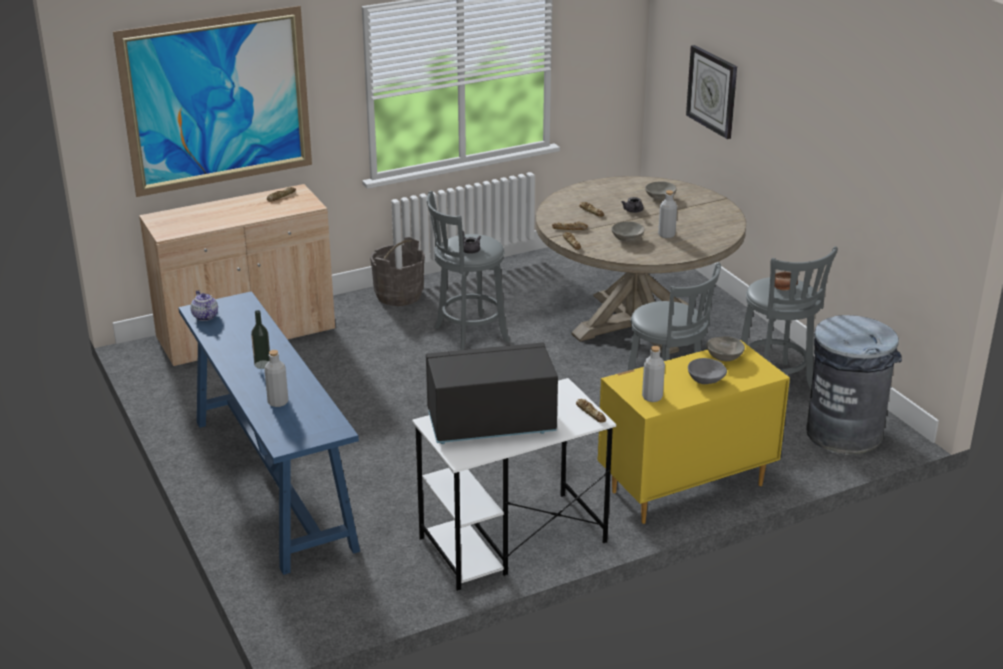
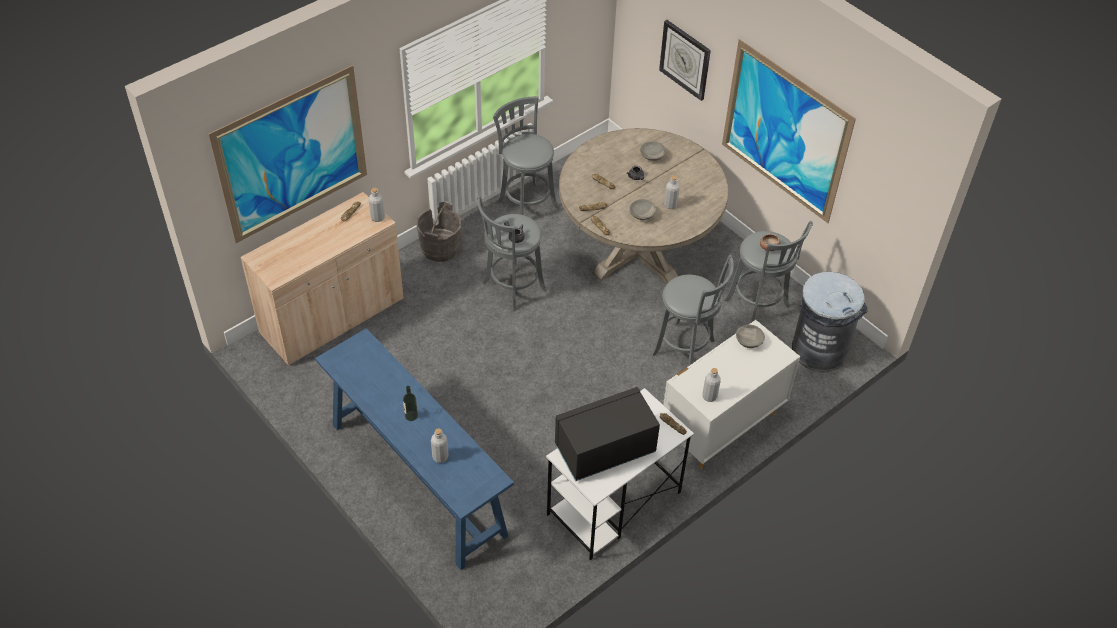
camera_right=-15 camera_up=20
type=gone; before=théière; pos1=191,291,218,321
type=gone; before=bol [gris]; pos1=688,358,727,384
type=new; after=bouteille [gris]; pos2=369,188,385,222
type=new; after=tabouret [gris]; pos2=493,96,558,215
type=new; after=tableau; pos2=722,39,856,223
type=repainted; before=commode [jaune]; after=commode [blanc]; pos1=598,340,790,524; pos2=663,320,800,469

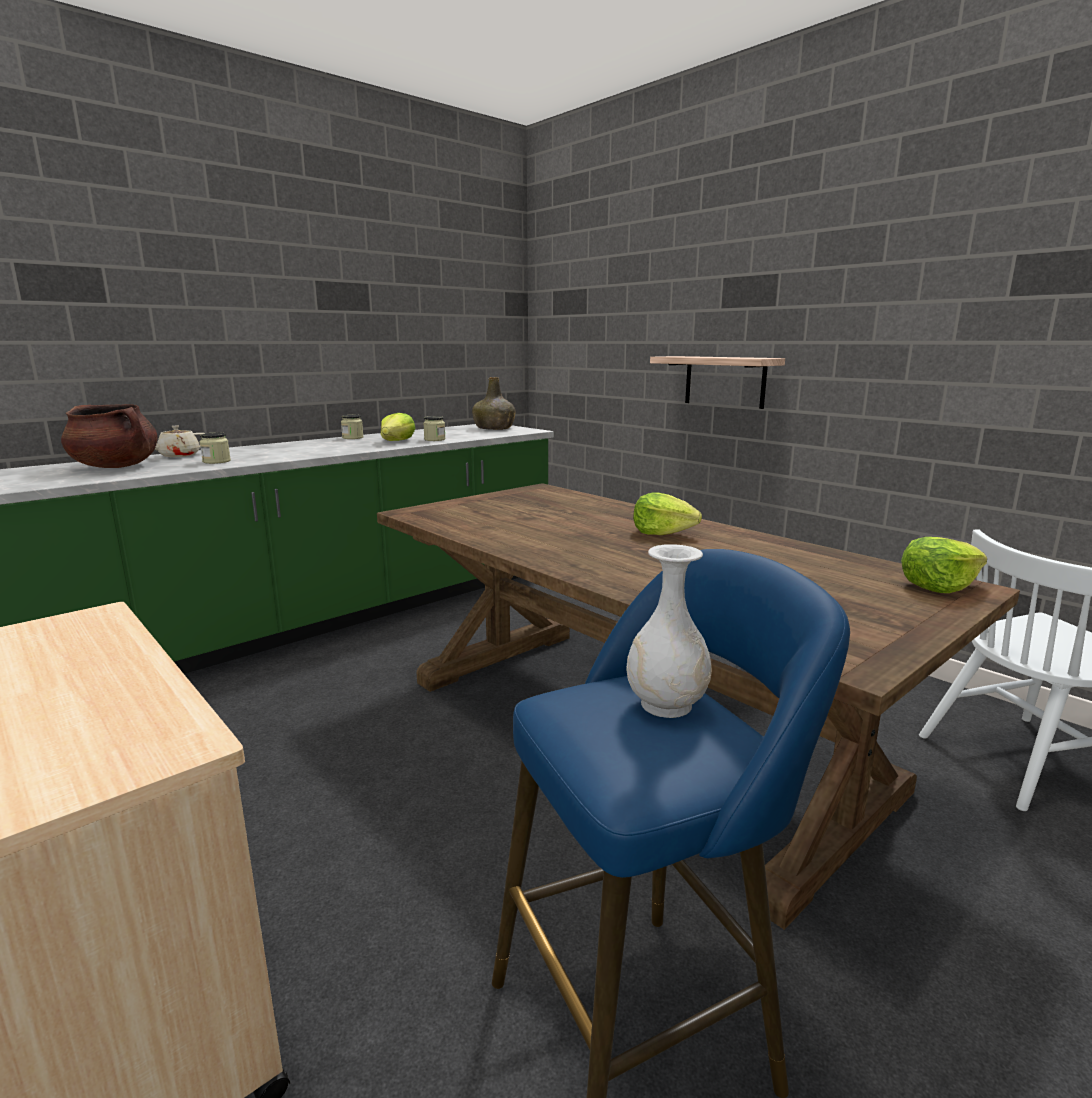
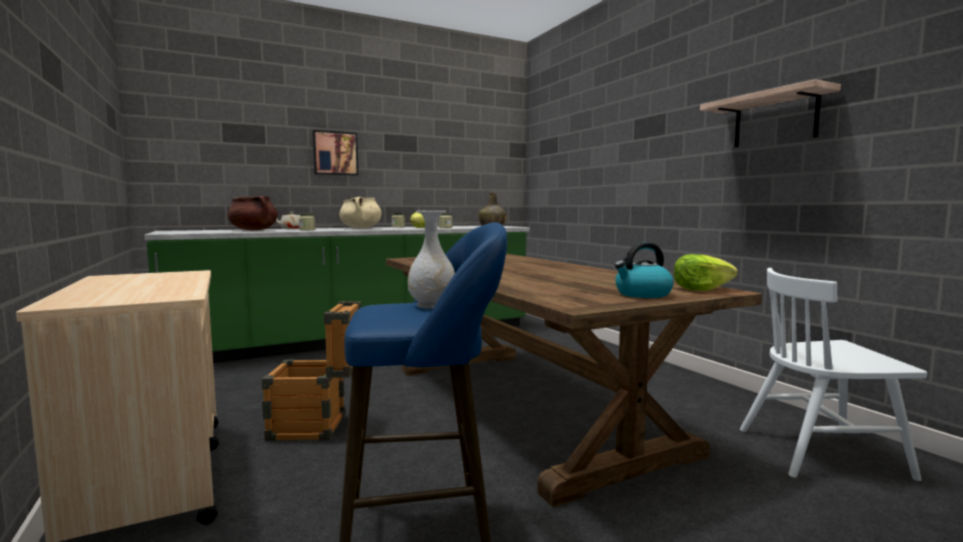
camera_right=15 camera_up=-10
type=gone; before=laitue; pos1=633,493,702,535
type=new; after=caisse; pos2=261,301,361,441
type=new; after=tableau; pos2=313,130,358,176
type=new; after=marmite [beige]; pos2=339,197,382,228
type=new; after=bouilloire; pos2=615,242,674,298
type=shifted; before=étagère; pos1=650,356,785,409; pos2=700,79,841,147

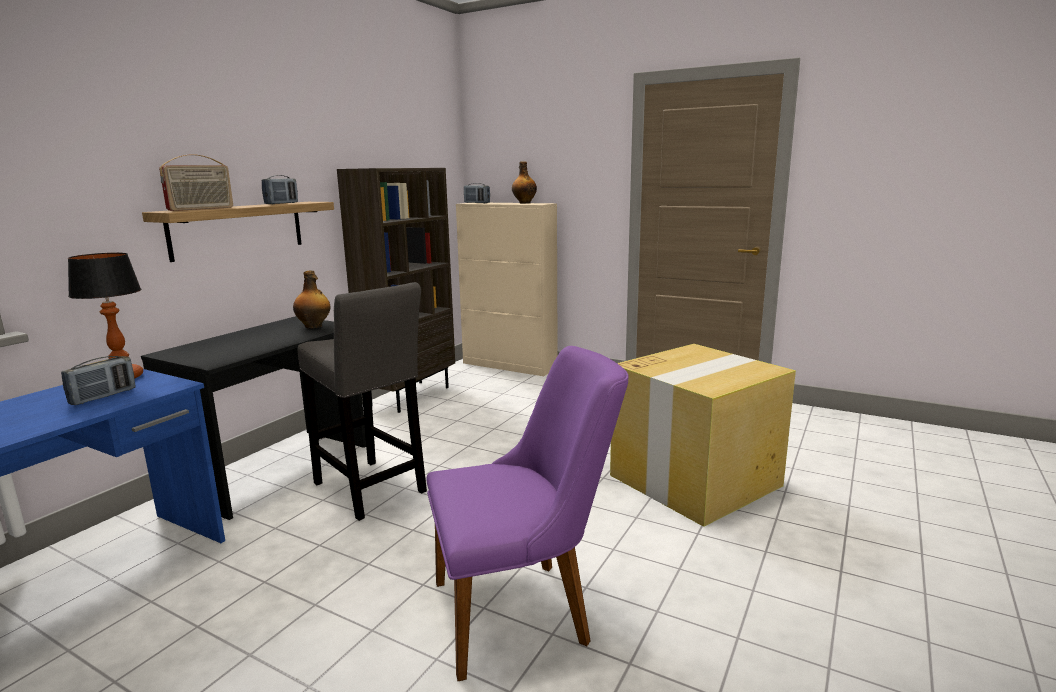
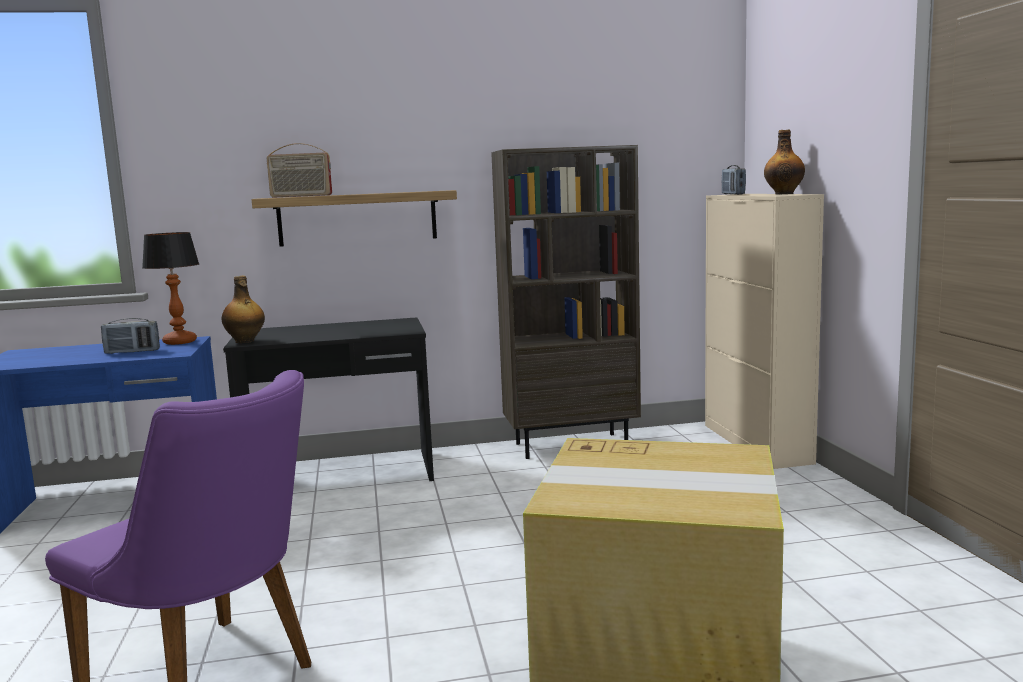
camera_right=50 camera_up=-5
type=gone; before=radio; pos1=261,175,298,204
type=gone; before=tabouret [gris]; pos1=298,282,427,521
type=shifted; before=bouteille; pos1=293,271,331,328; pos2=222,276,265,343

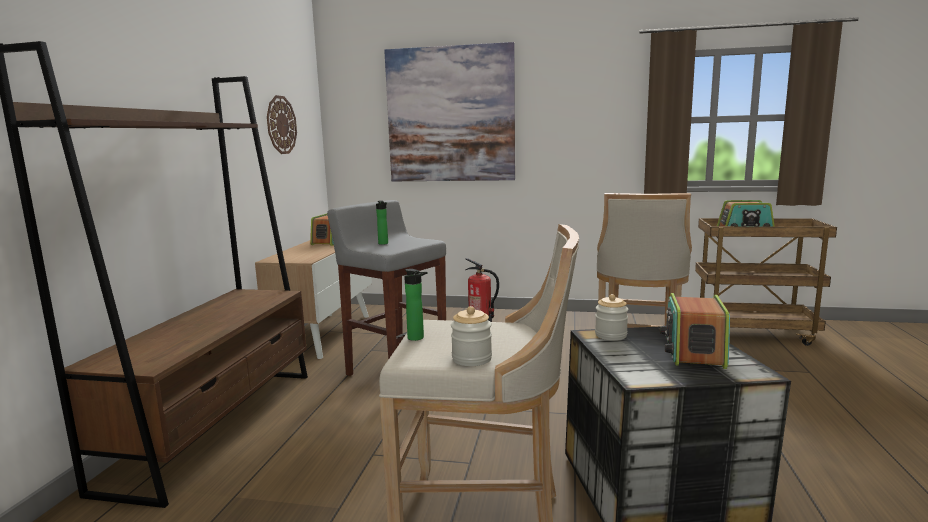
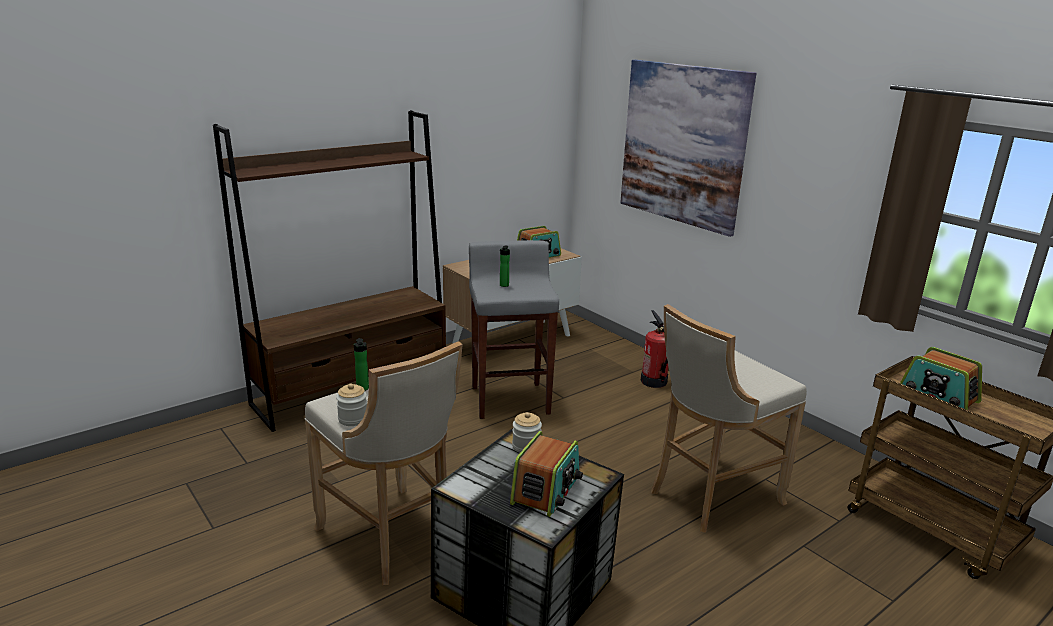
camera_right=40 camera_up=10
type=gone; before=horloge murale; pos1=267,95,297,154
type=rotated; before=radio; pos1=660,293,730,369; pos2=510,431,583,517; turn=150

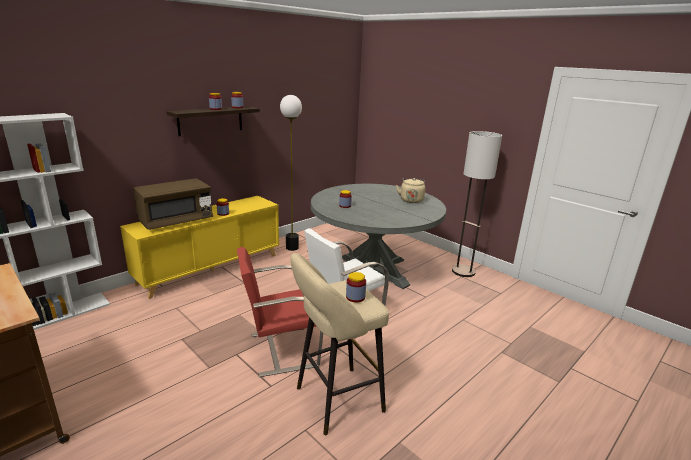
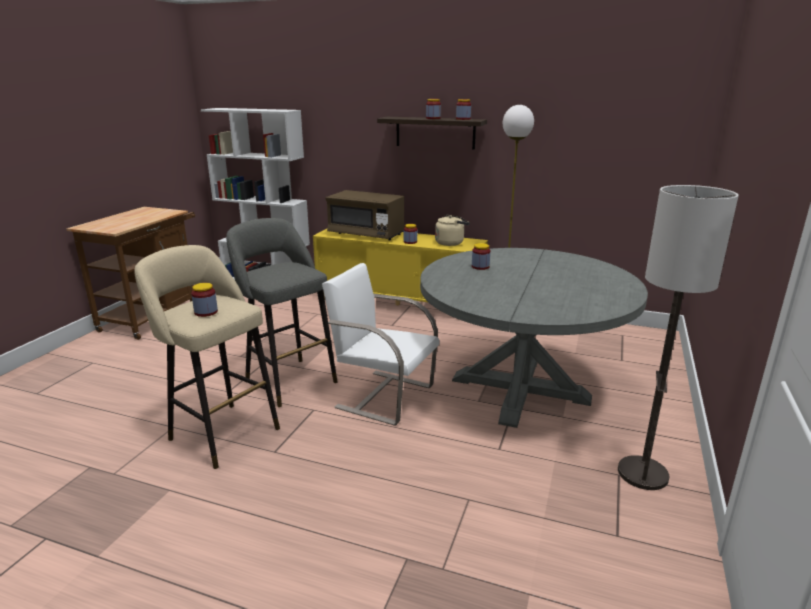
camera_right=65 camera_up=0
type=shifted; before=bouilloire [beige]; pos1=396,178,425,203; pos2=435,214,470,246
type=swapped; before=chaise [rouge]; after=tabouret [gris]; pos1=237,247,323,377; pos2=226,218,337,407

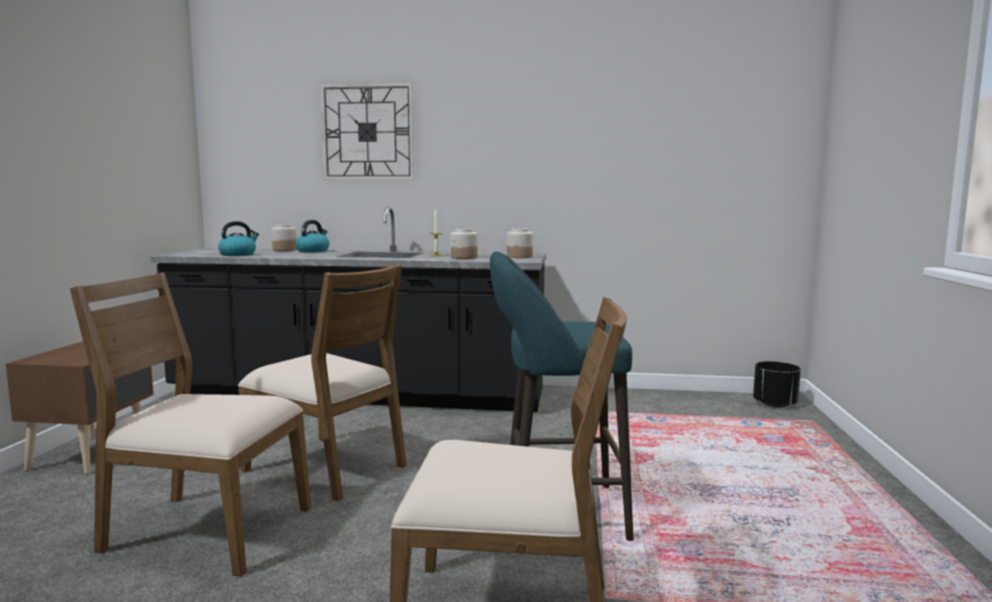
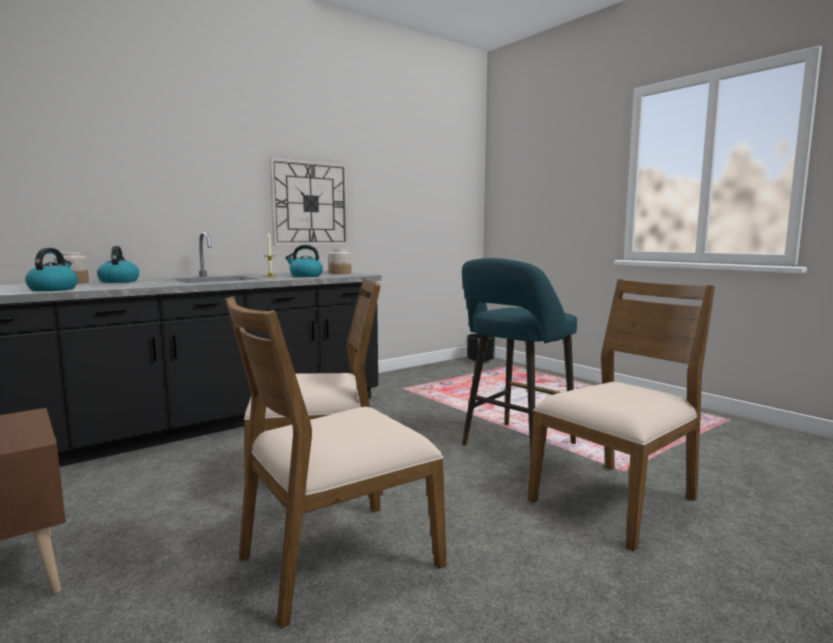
camera_right=-45 camera_up=0
type=shifted; before=horloge murale; pos1=320,83,414,180; pos2=269,157,348,246
type=swapped; before=bocal; after=bouilloire; pos1=451,228,477,259; pos2=285,245,323,277

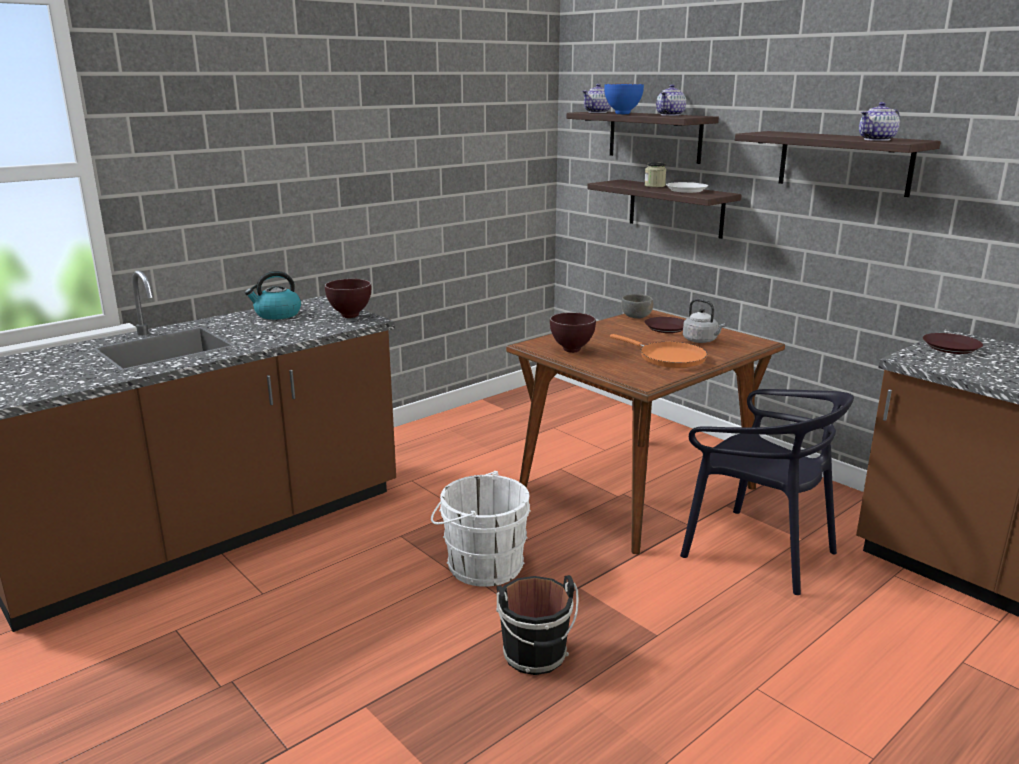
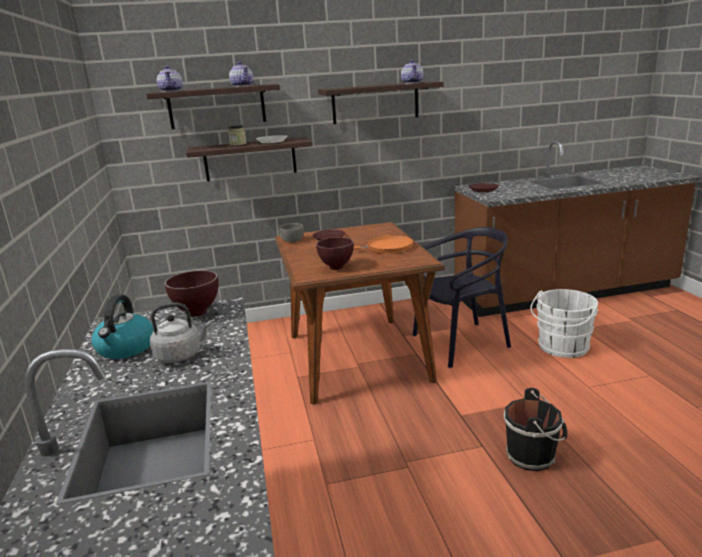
camera_right=-60 camera_up=0
type=gone; before=bol [bleu]; pos1=604,84,644,114
type=shifted; before=seau [blanc]; pos1=431,471,531,587; pos2=530,289,598,358
type=shifted; before=bouilloire [gris]; pos1=683,299,726,343; pos2=150,303,212,363

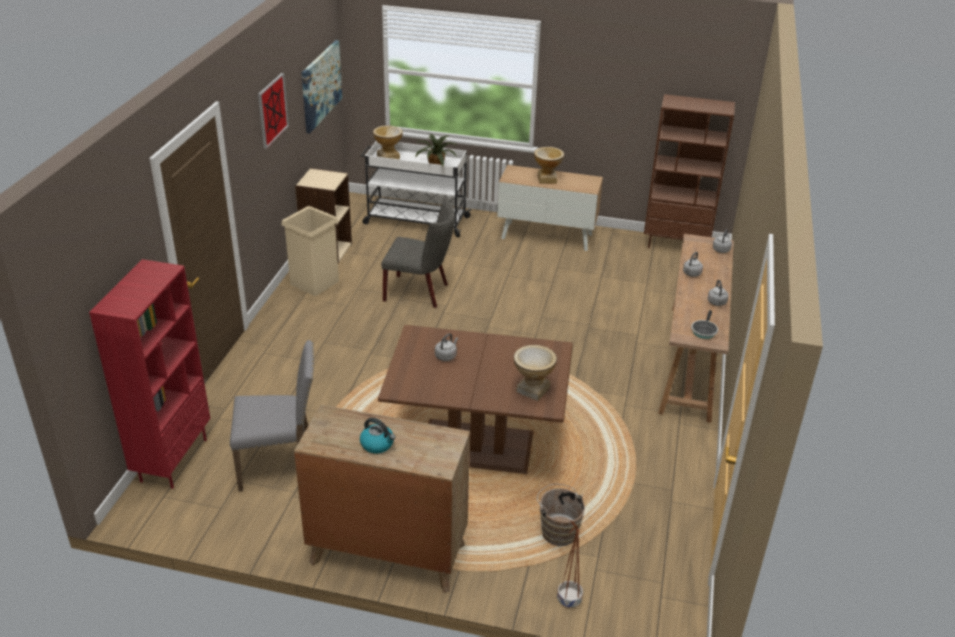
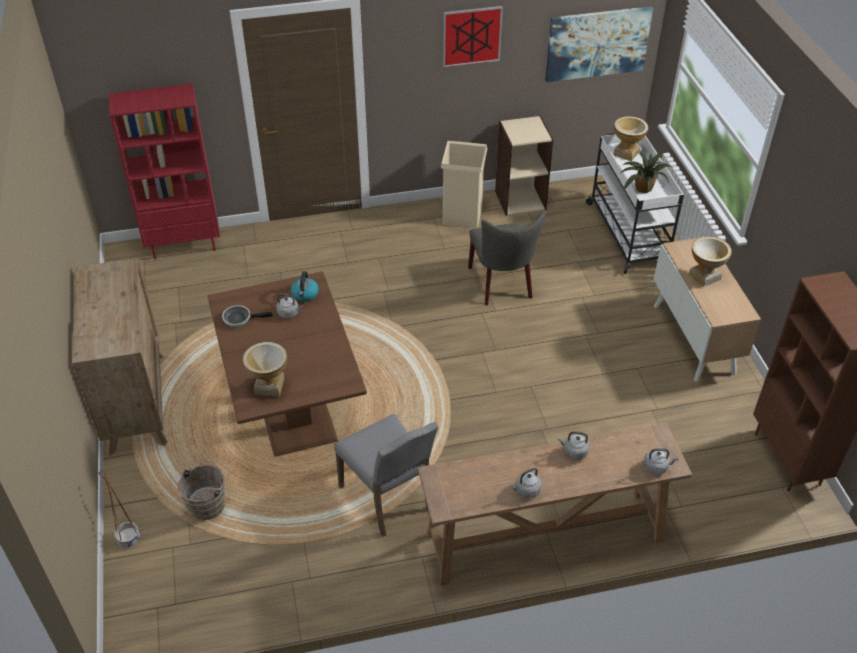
camera_right=65 camera_up=10
type=shifted; before=chaise [gris]; pos1=230,340,314,492; pos2=334,414,439,537
type=shifted; before=bouilloire; pos1=360,418,395,454; pos2=291,271,319,302
type=shifted; before=poêle; pos1=691,310,718,339; pos2=222,305,273,327

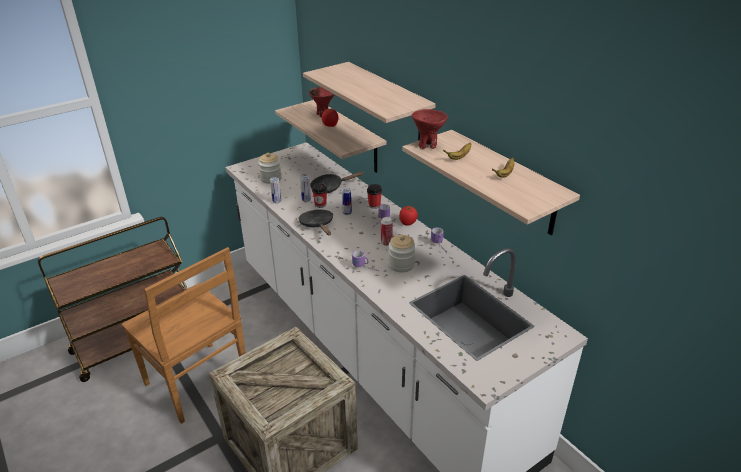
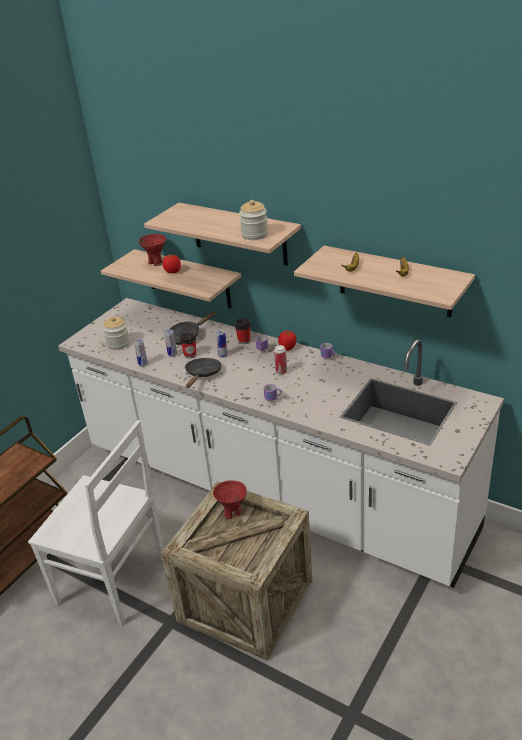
camera_right=-20 camera_up=0
type=shifted; before=bocal; pos1=388,235,416,273; pos2=239,200,268,240
type=shifted; before=bol [rouge]; pos1=412,109,448,149; pos2=213,480,247,520
type=repainted; before=chaise [marron]; after=chaise [blanc]; pos1=122,247,246,424; pos2=28,420,164,625
type=rotated; before=poêle [noir]; pos1=298,210,333,235; pos2=185,358,222,388; turn=60

